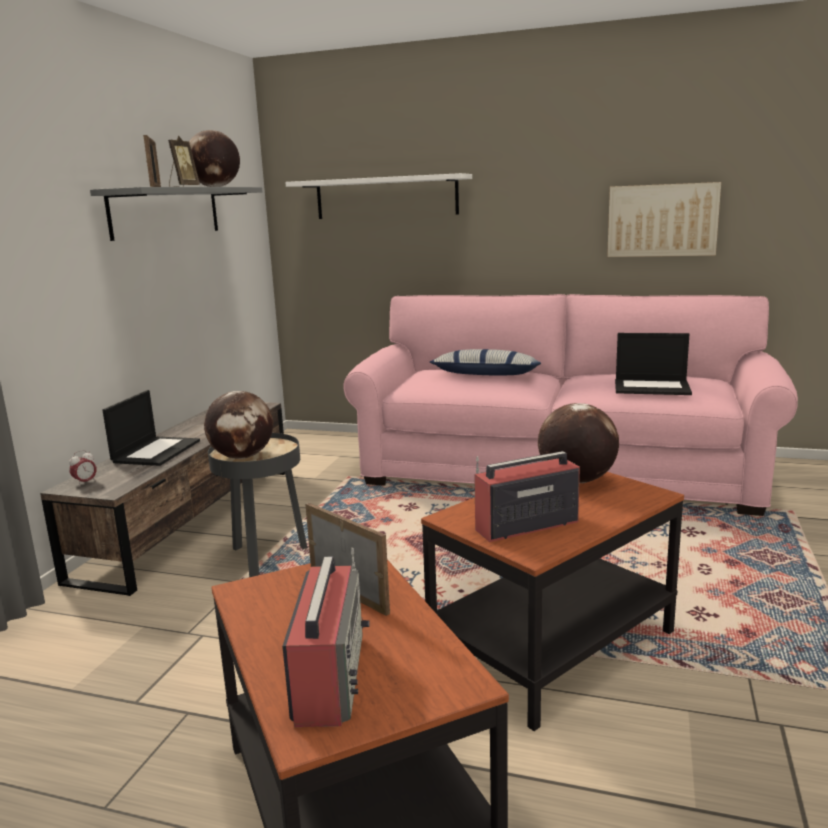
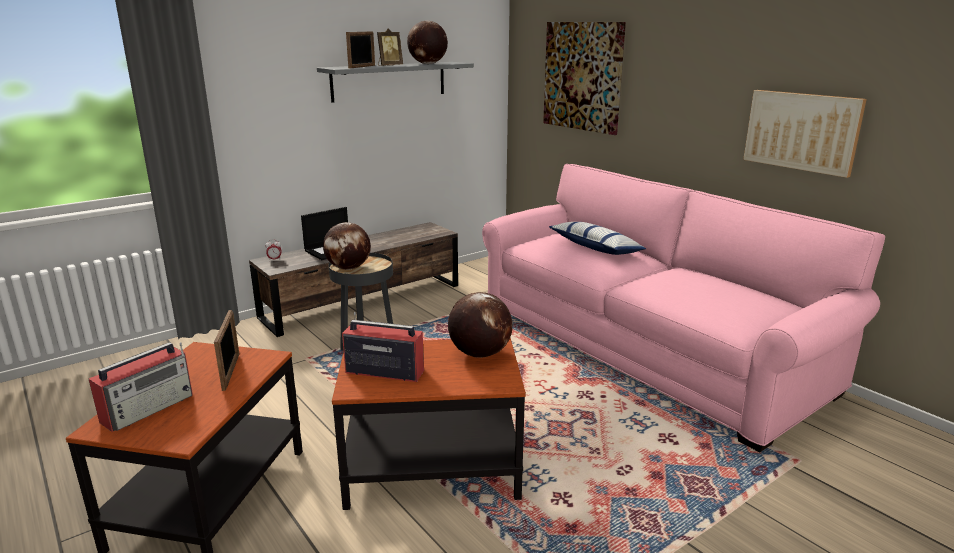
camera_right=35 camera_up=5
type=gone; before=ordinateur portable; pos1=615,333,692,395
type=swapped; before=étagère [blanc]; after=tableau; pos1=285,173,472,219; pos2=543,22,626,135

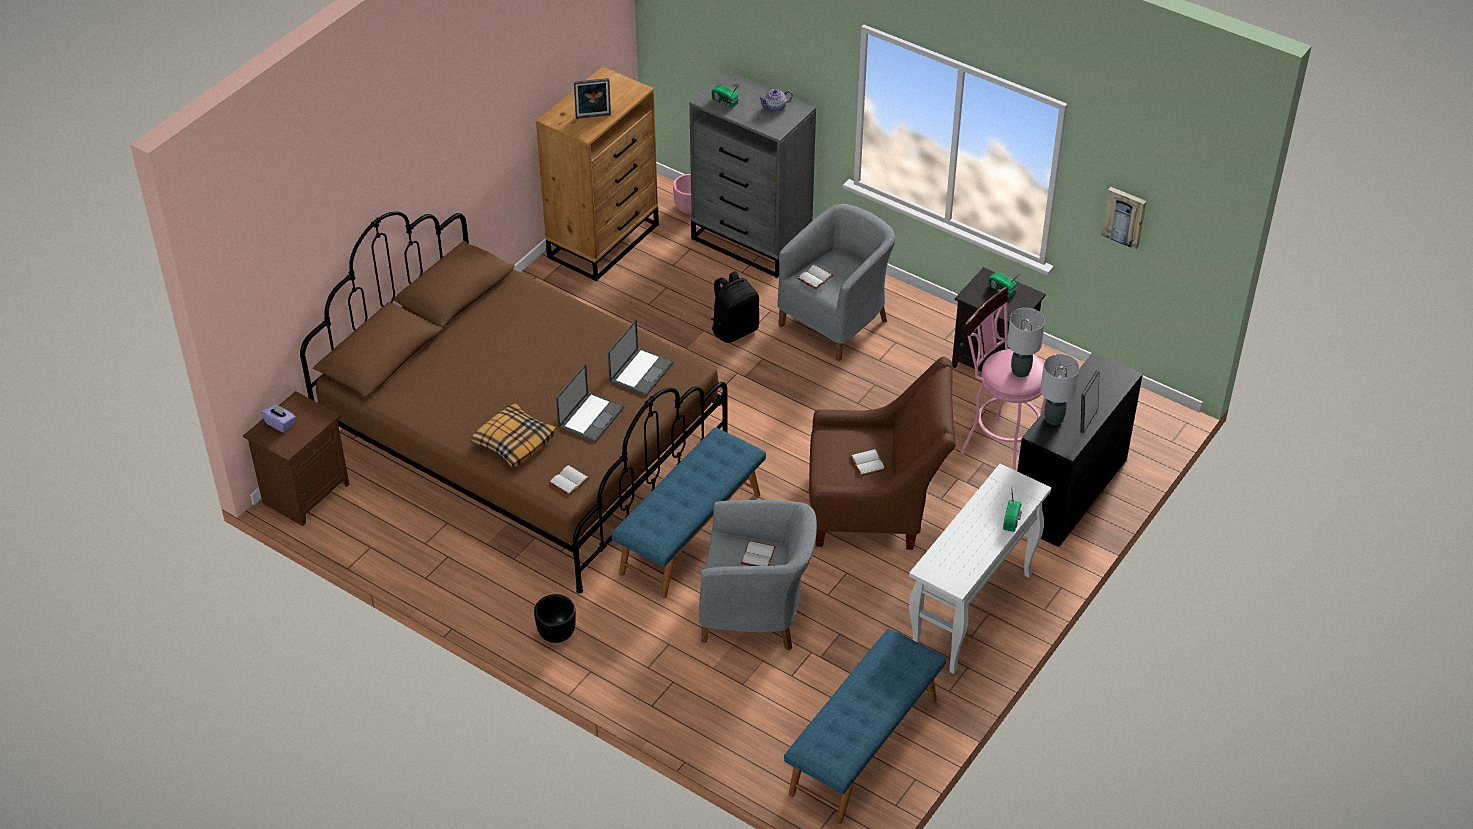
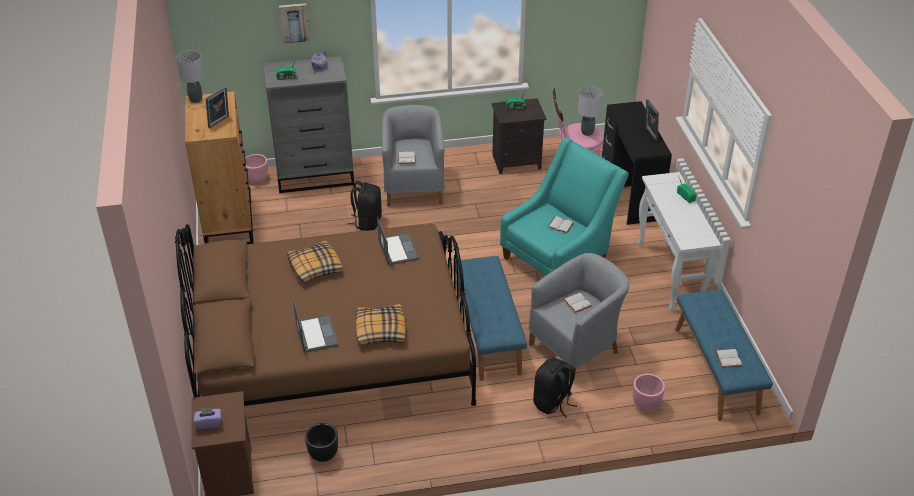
camera_right=-45 camera_up=-5
type=new; after=coussin; pos2=287,241,343,284
type=new; after=sac à dos [noir]; pos2=533,357,577,417
type=new; after=cache-pot [rose]; pos2=633,374,665,410
type=shifted; before=cache-pot [noir]; pos1=534,594,576,643; pos2=305,423,338,462
type=shifted; before=livre [blanc]; pos1=549,465,590,495; pos2=715,349,742,368
type=shifted; before=ordinateur portable; pos1=556,364,624,443; pos2=293,298,339,353
type=shifted; before=lampe de table [gris]; pos1=1040,354,1080,425; pos2=176,51,204,103
type=shifted; before=tableau; pos1=1101,187,1146,250; pos2=279,3,310,44
type=repainted; before=fauteuil [marron]; after=fauteuil [turquoise]; pos1=809,357,956,550; pos2=500,137,629,275

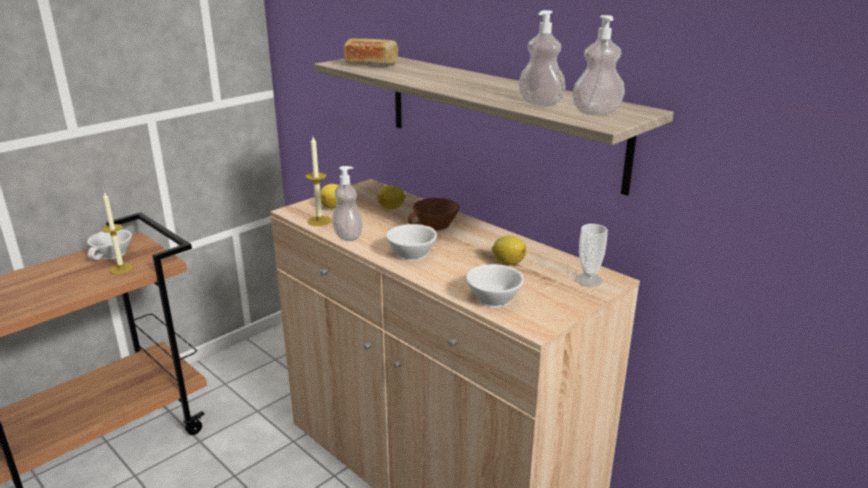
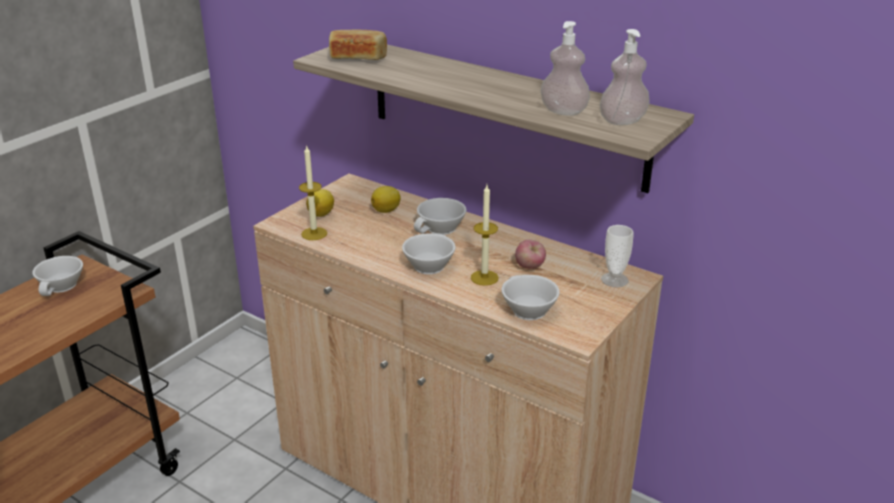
camera_right=-10 camera_up=5
type=gone; before=distributeur de savon; pos1=332,166,363,241
type=shifted; before=bougie; pos1=102,192,133,274; pos2=471,185,499,286
type=swapped; before=citron; after=pomme; pos1=492,236,526,265; pos2=515,239,546,269
type=repainted; before=tasse [marron]; after=tasse [blanc]; pos1=408,198,460,230; pos2=414,198,467,235

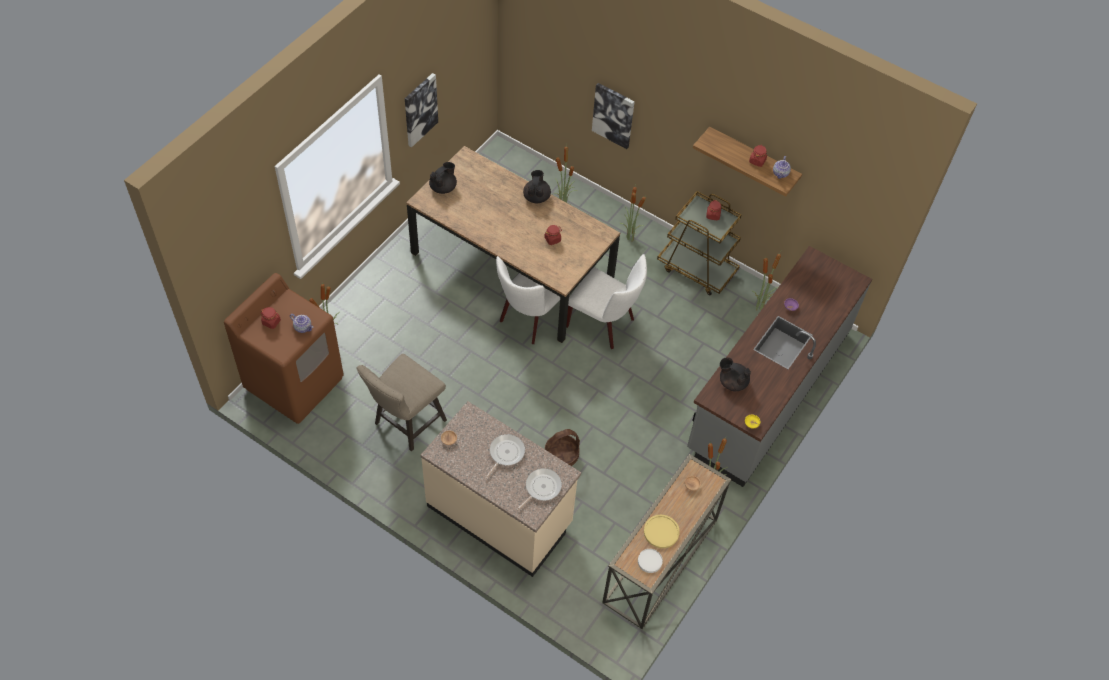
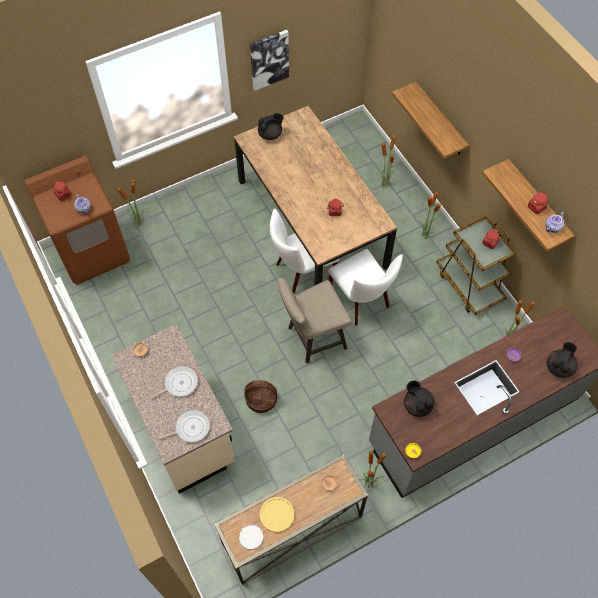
camera_right=30 camera_up=5
type=shifted; before=tabouret [beige]; pos1=357,354,447,451; pos2=278,278,352,364
type=shifted; before=théière [noir]; pos1=523,170,551,203; pos2=547,342,578,378
type=swapped; before=tableau; after=étagère; pos1=592,83,635,149; pos2=392,82,469,159

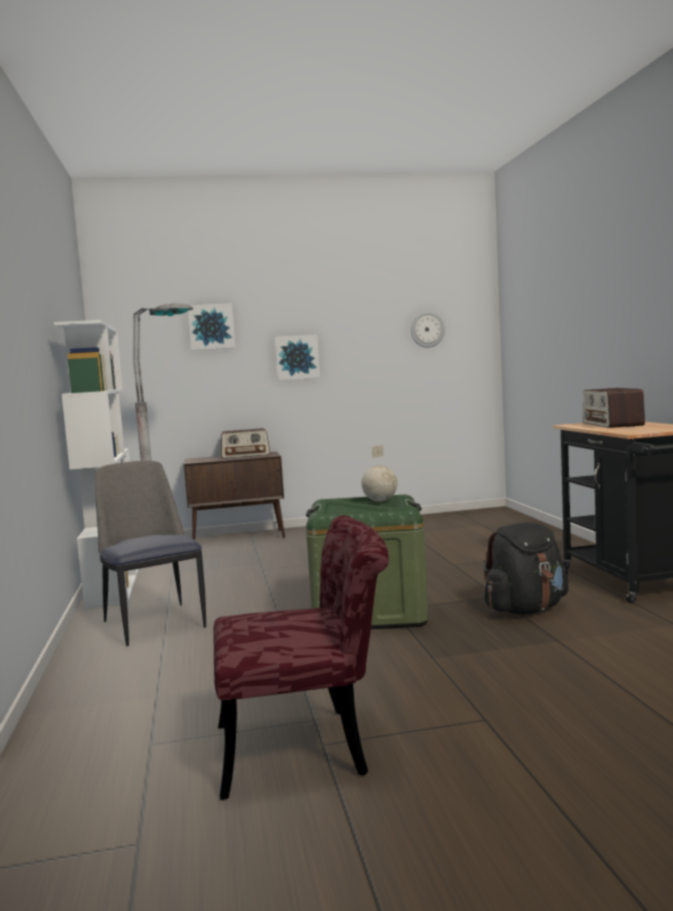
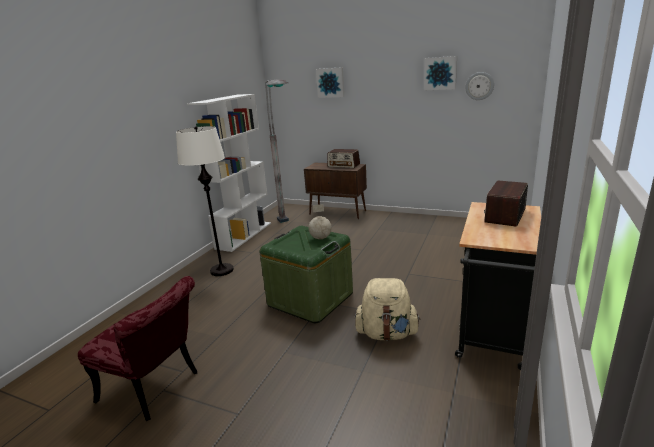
camera_right=35 camera_up=15
type=shifted; before=tableau; pos1=274,334,320,380; pos2=424,56,457,90
type=swapped; before=chaise; after=lampadaire [blanc]; pos1=95,461,206,646; pos2=176,126,234,276
type=repainted; before=sac à dos [noir]; after=sac à dos [beige]; pos1=484,522,569,614; pos2=355,278,421,341

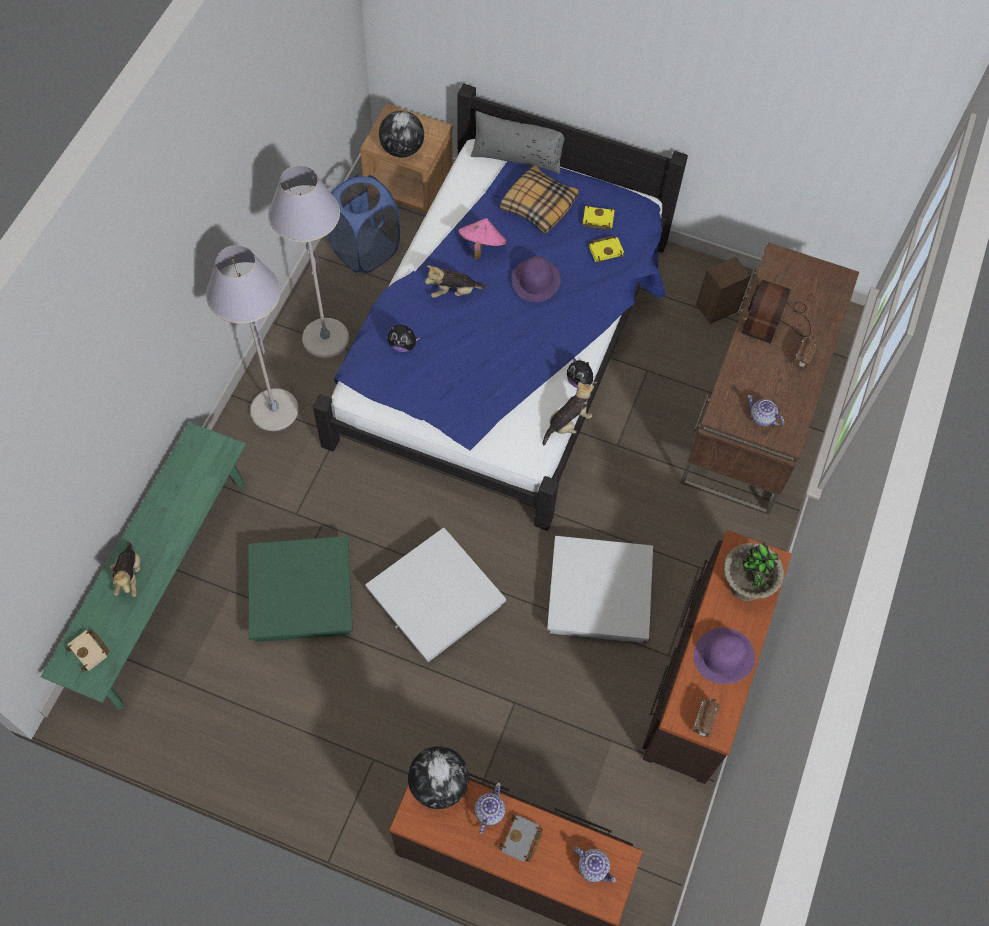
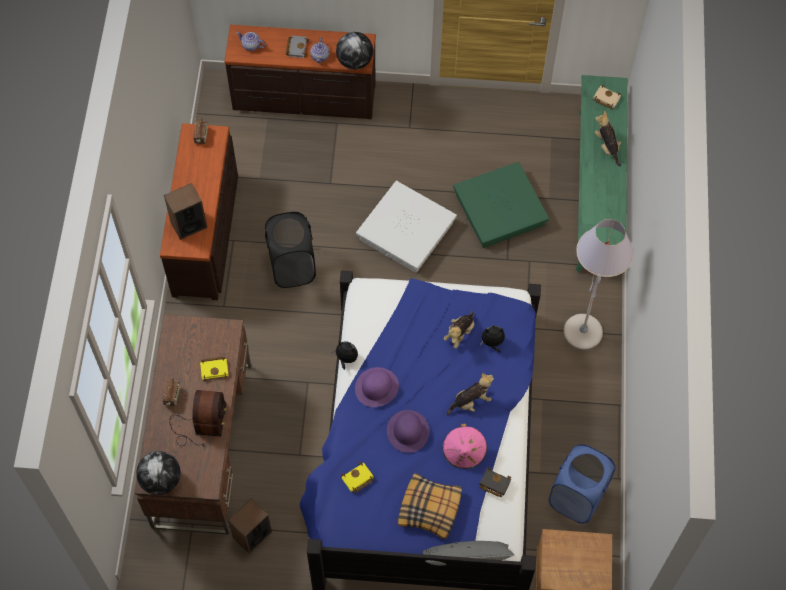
camera_right=165 camera_up=0
type=gone; before=lampadaire [gris]; pos1=268,165,349,358
type=gone; before=théière; pos1=747,395,784,426
type=new; after=livre [noir]; pos2=479,467,511,497
type=shifted; before=globe; pos1=379,111,424,158; pos2=136,451,181,495
type=shifted; before=peluche; pos1=543,382,594,445; pos2=444,311,474,349
type=shifted; before=livre [jaune]; pos1=583,205,615,230; pos2=200,357,229,381
type=shifted; before=chapeau [violet]; pos1=693,628,755,684; pos2=355,367,399,407
type=swapped; before=boîte de rangement [blanc]; after=panier à linge [noir]; pos1=547,536,653,643; pos2=265,212,316,288
type=swapped; before=plante en pot; after=enceinte; pos1=724,542,784,601; pos2=164,183,207,240

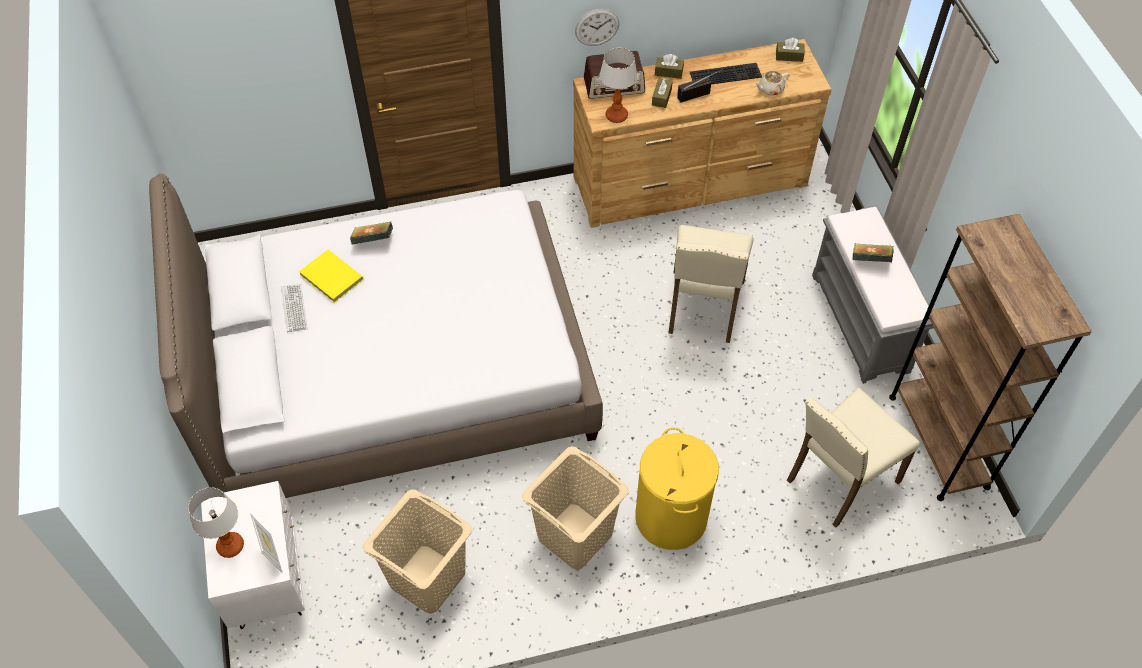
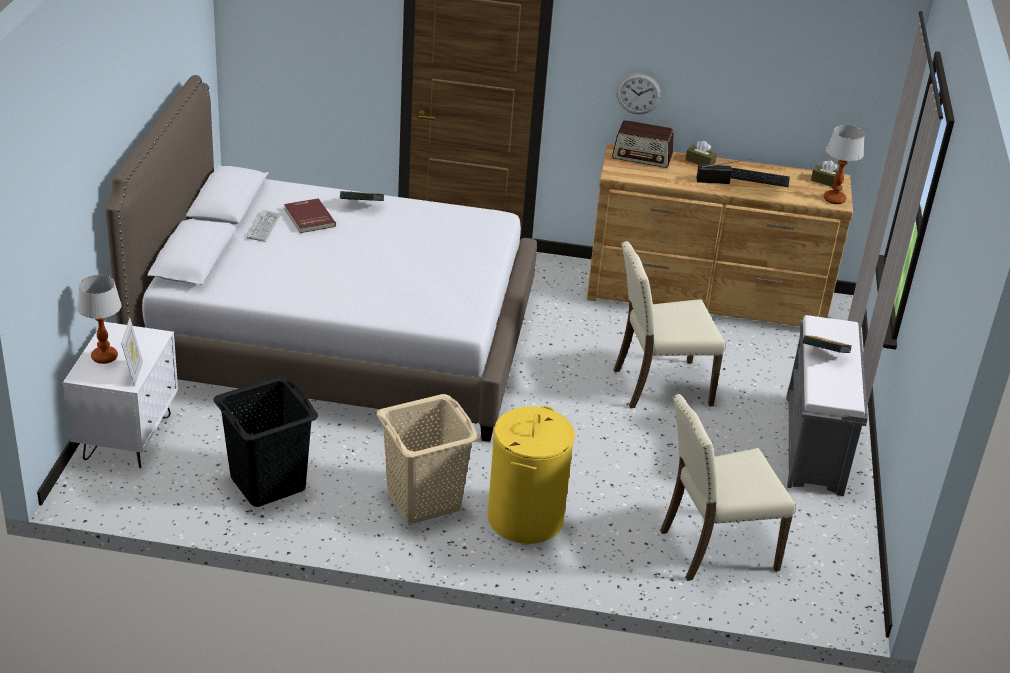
camera_right=20 camera_up=-20
type=gone; before=boîte à mouchoirs [marron]; pos1=652,78,673,108
type=gone; before=théière [beige]; pos1=755,71,790,95
type=gone; before=bibliothèque [marron]; pos1=889,214,1092,501
type=shifted; before=lampe de table; pos1=599,48,638,123; pos2=824,125,865,204
type=repainted; before=livre [jaune]; after=livre [rouge]; pos1=299,250,363,303; pos2=284,198,336,233
type=repainted; before=panier à linge [beige]; after=panier à linge [noir]; pos1=362,489,473,614; pos2=214,376,318,507
type=rotated; before=chaise [beige]; pos1=668,225,754,343; pos2=613,241,726,408; turn=45

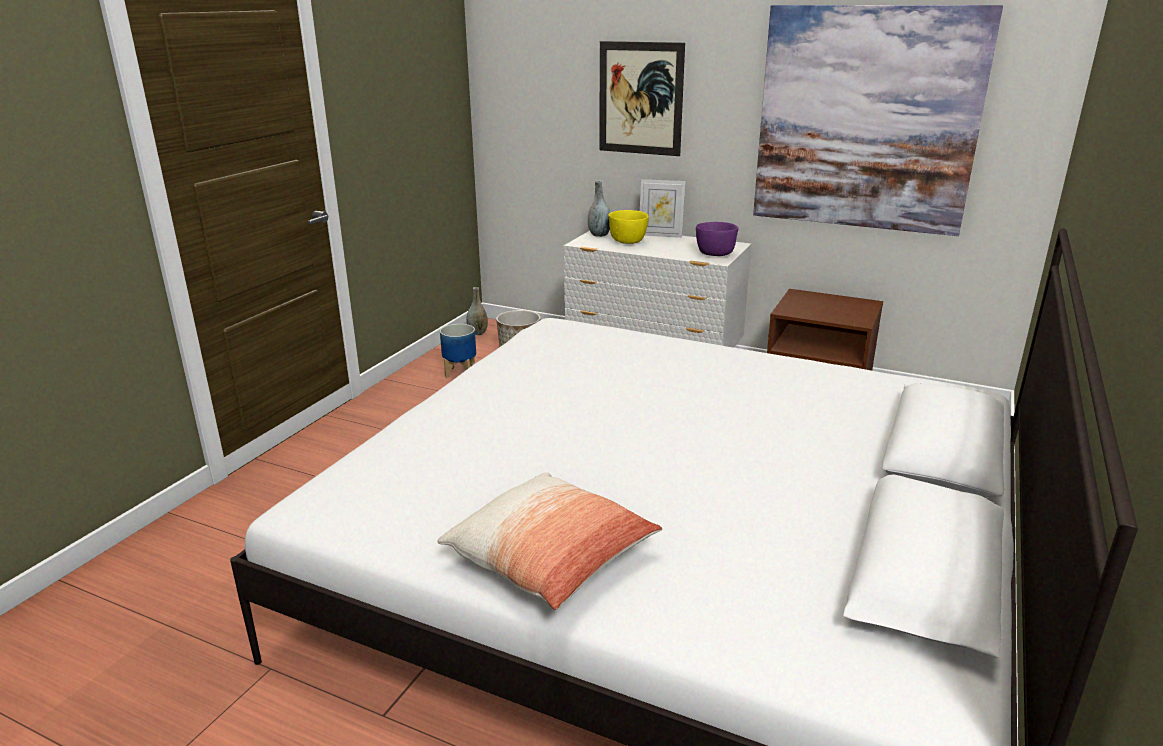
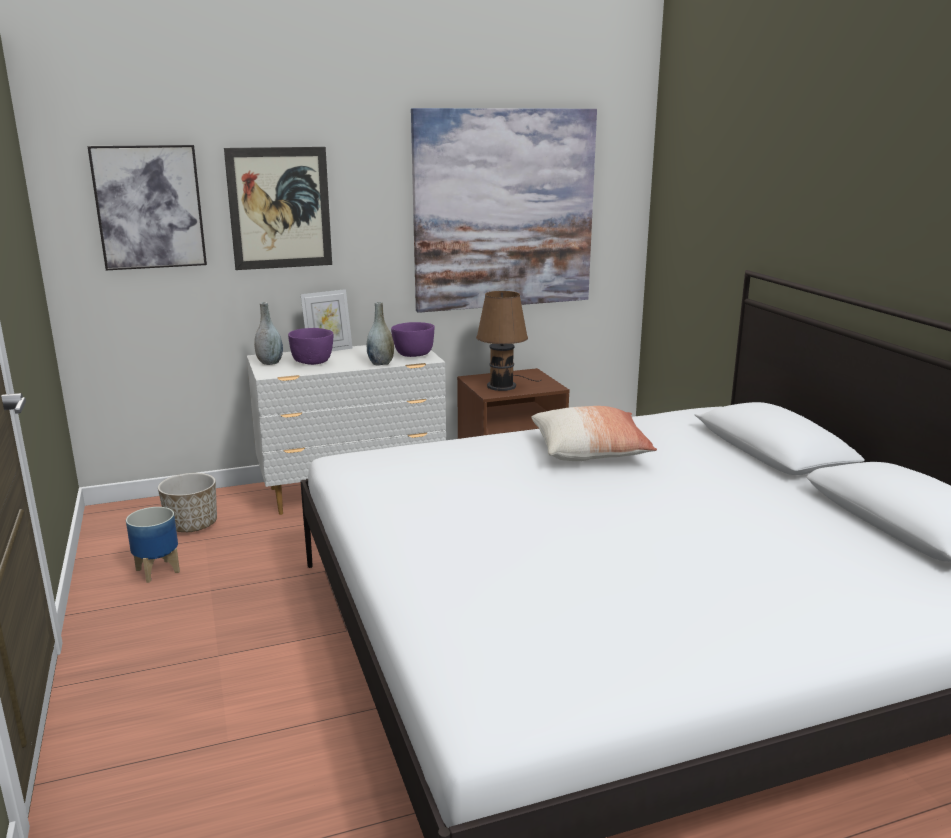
camera_right=-45 camera_up=-5
type=new; after=tableau; pos2=87,145,207,270
type=new; after=lampe de table [marron]; pos2=476,291,541,391
type=shifted; before=coussin; pos1=437,472,662,610; pos2=531,406,657,461
type=shifted; before=vase [gris]; pos1=466,287,488,335; pos2=367,302,394,366
type=repainted; before=bol [jaune]; after=bol [violet]; pos1=608,210,649,244; pos2=288,328,333,365

